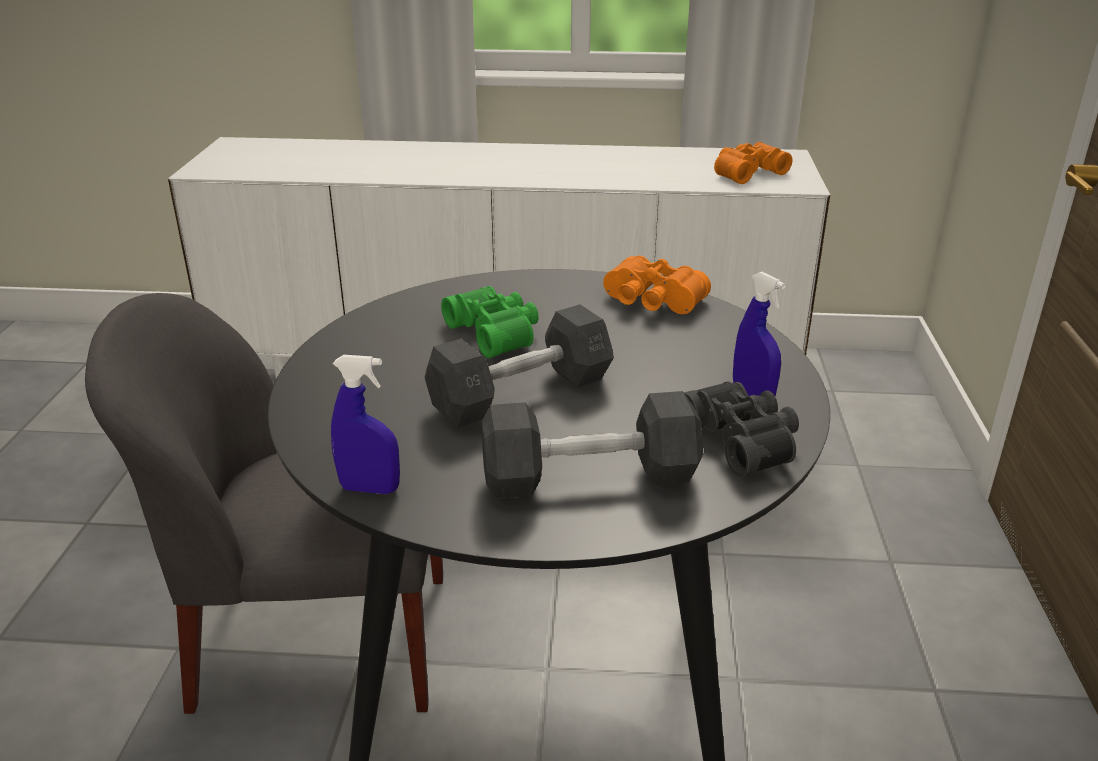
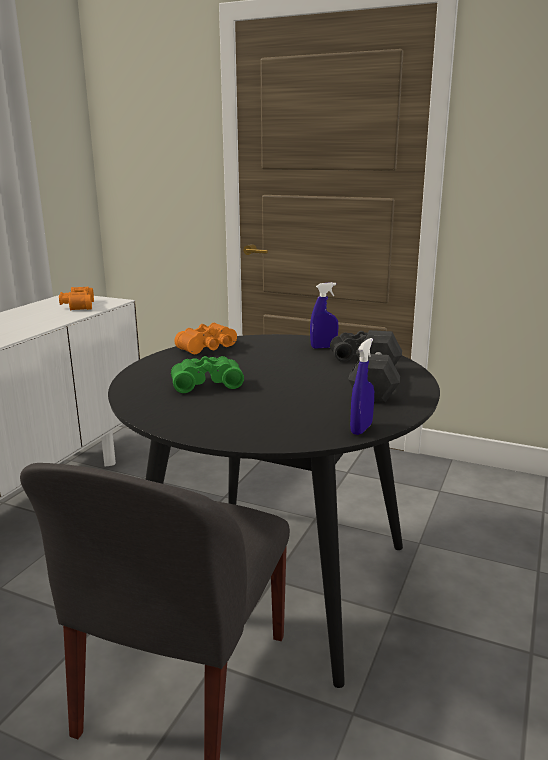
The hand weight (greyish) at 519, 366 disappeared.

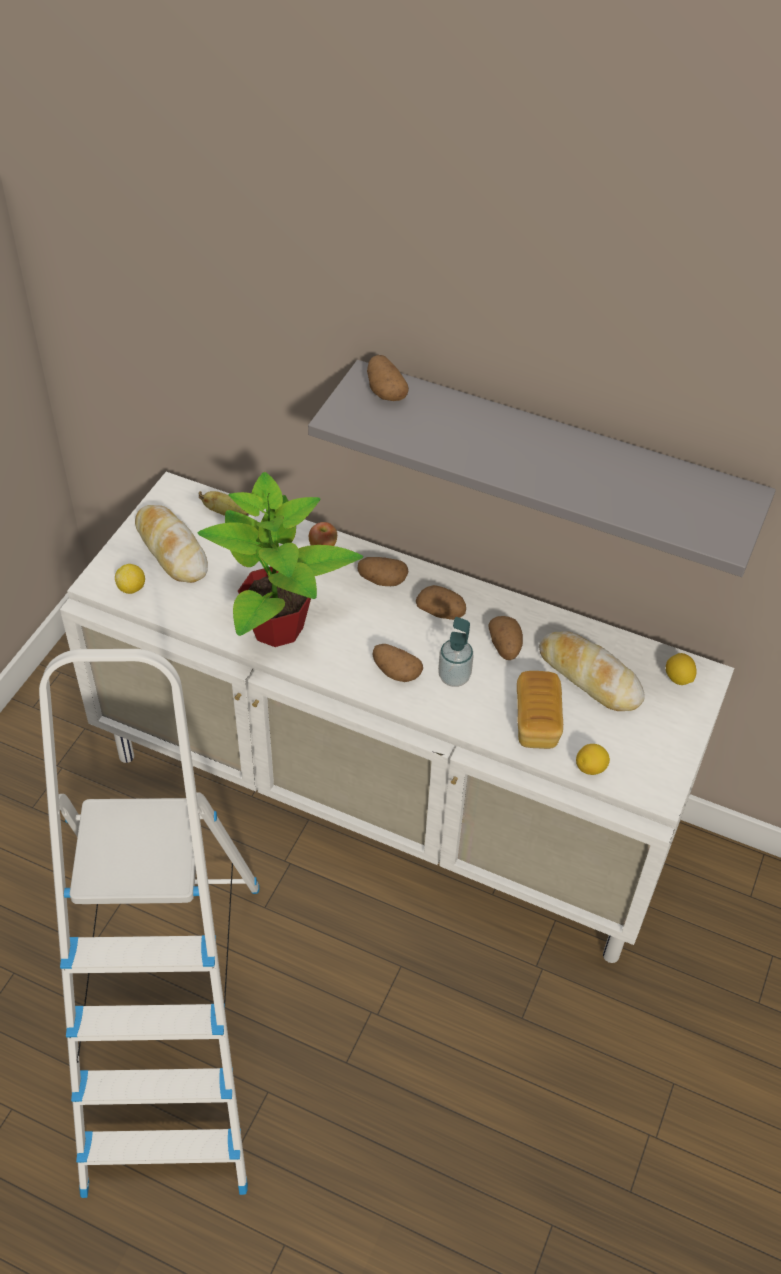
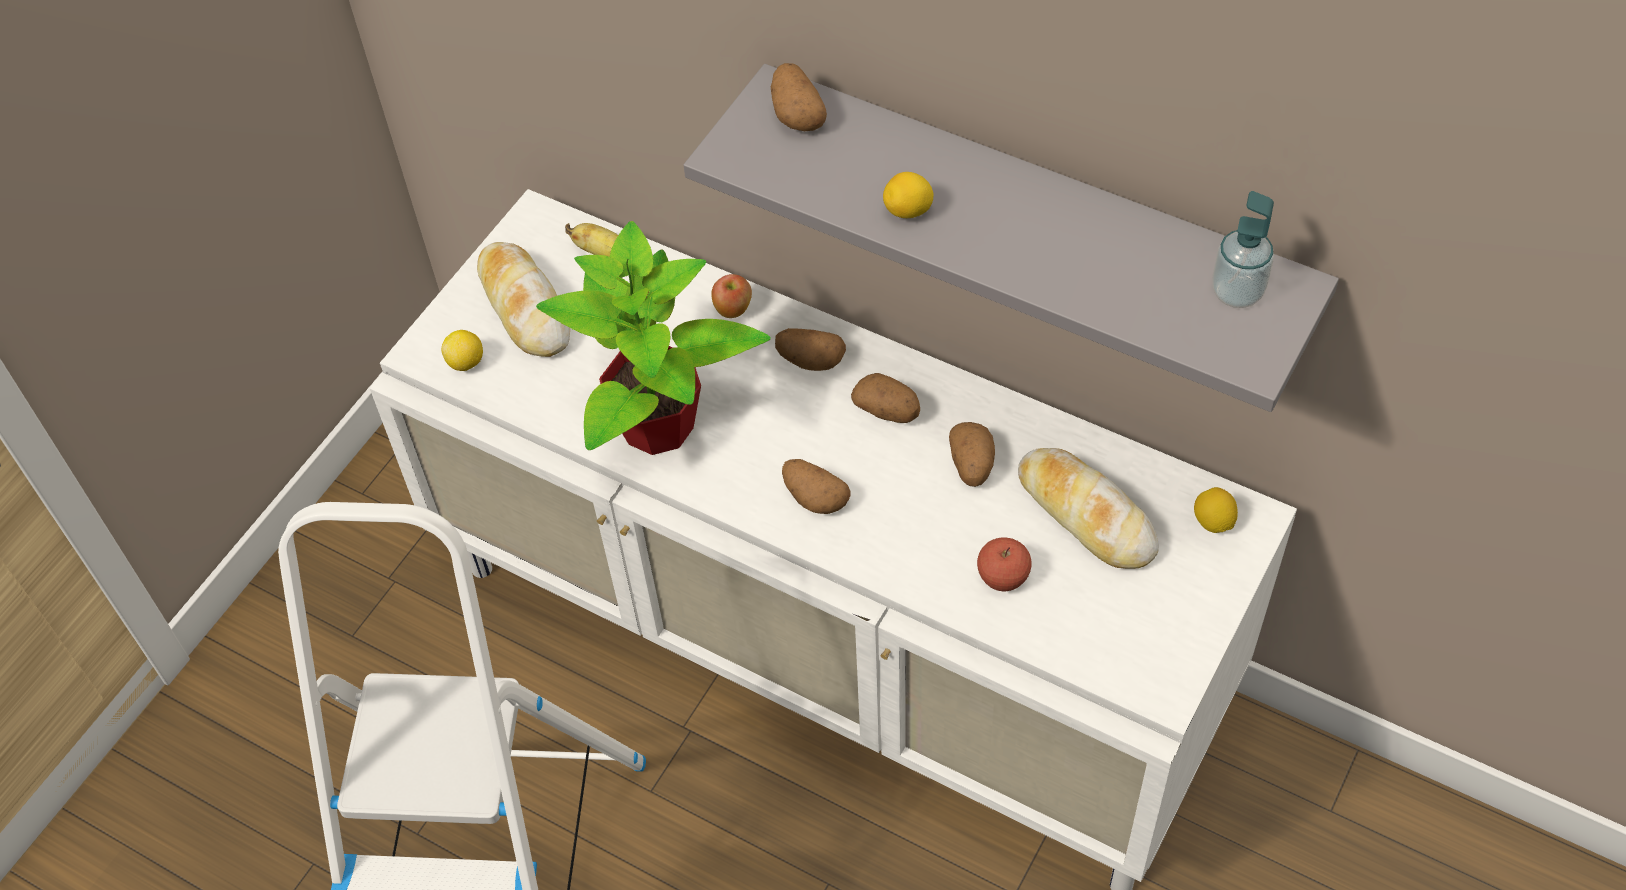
The soap bottle moved from 455, 652 to 1243, 249.
The bread at 540, 710 was replaced by the apple fruit at 1004, 564.
The citrus fruit moved from 593, 759 to 908, 195.

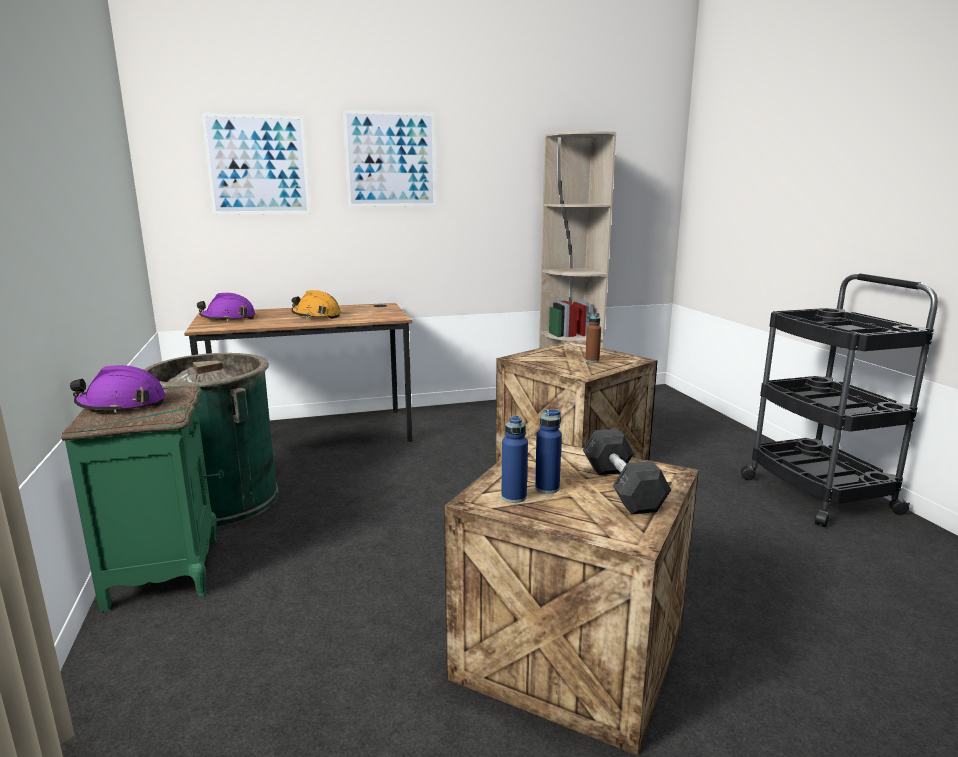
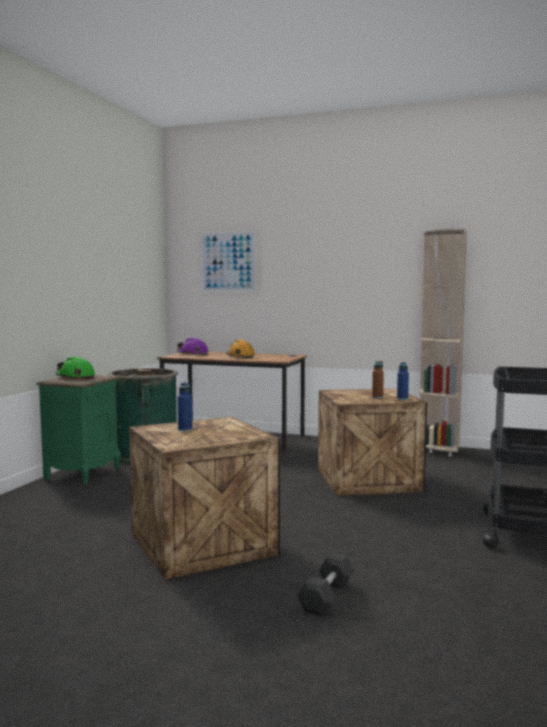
The wall art at 389, 158 disappeared.
The hard hat (purple) at 118, 389 became the hard hat (green-coloured) at 75, 368.
The beverage bottle (blue) moved from 514, 459 to 403, 381.
The hand weight (greyish) moved from 627, 471 to 325, 584.

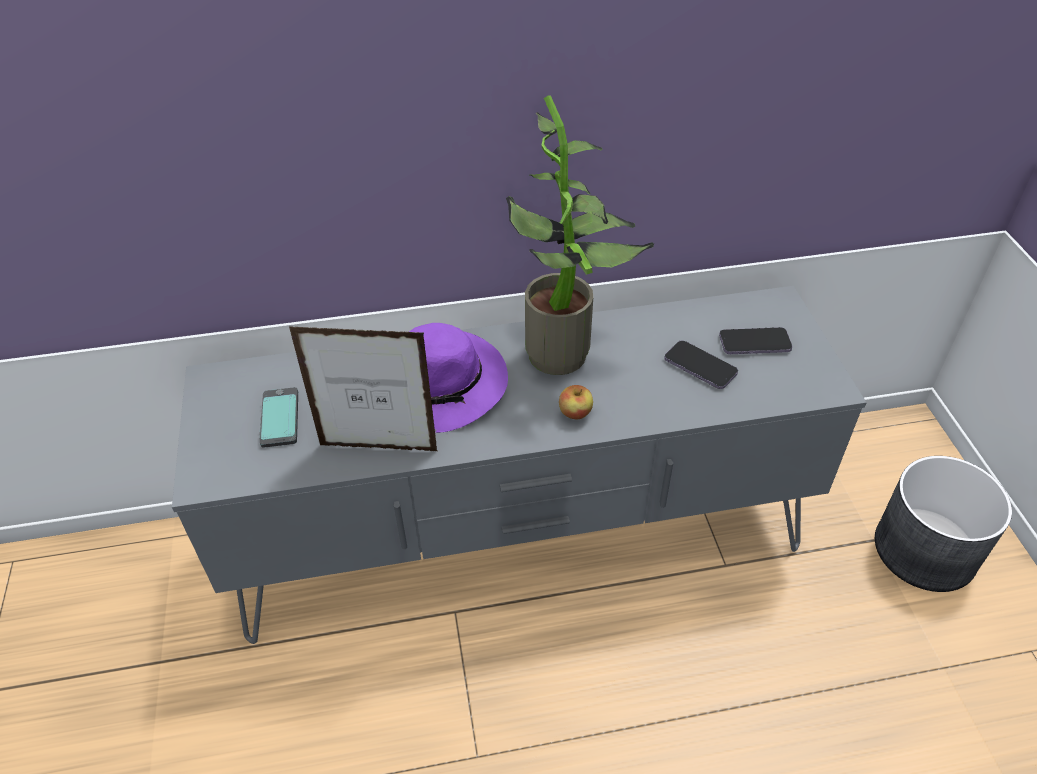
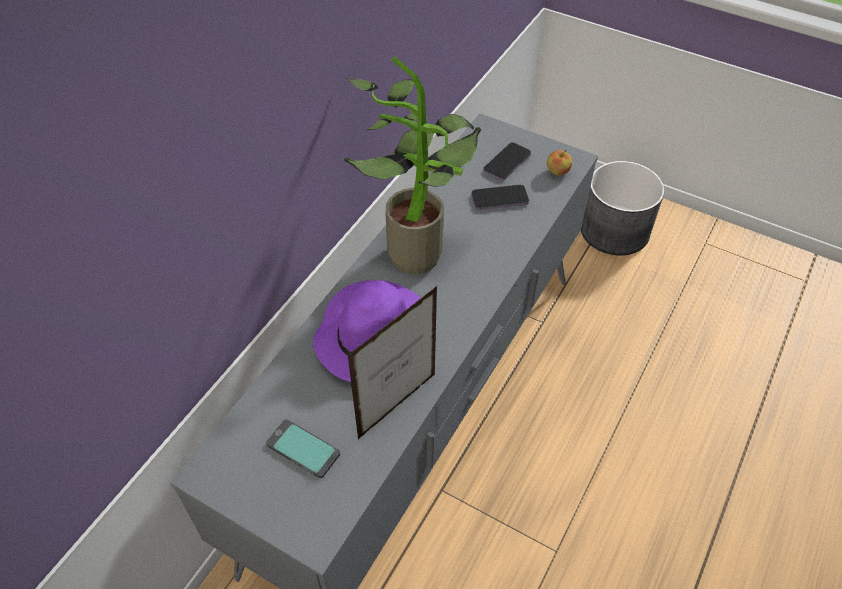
The apple fruit moved from 576, 402 to 559, 163.

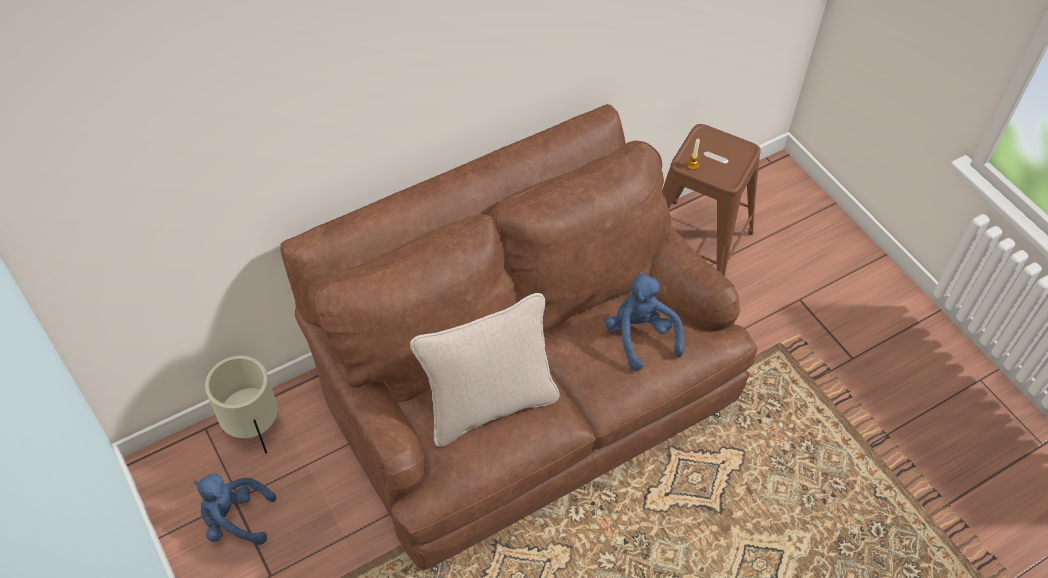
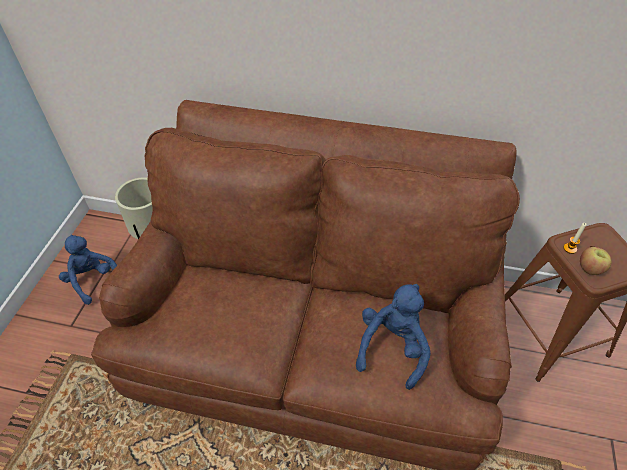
The pillow (beige) at 485, 370 disappeared.
The apple fruit at 595, 261 appeared.

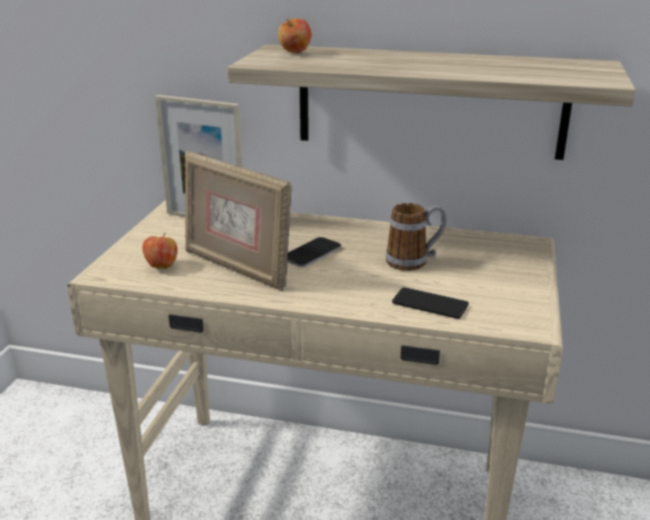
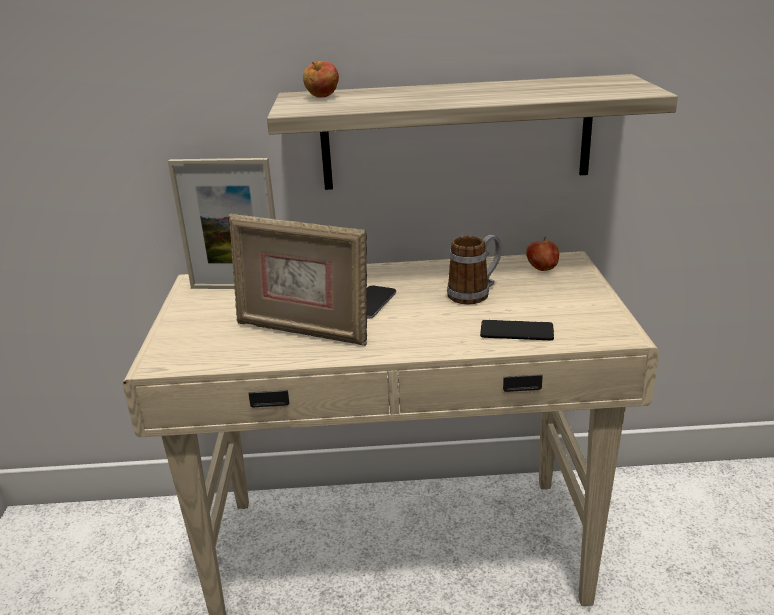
The apple fruit moved from 160, 250 to 542, 254.

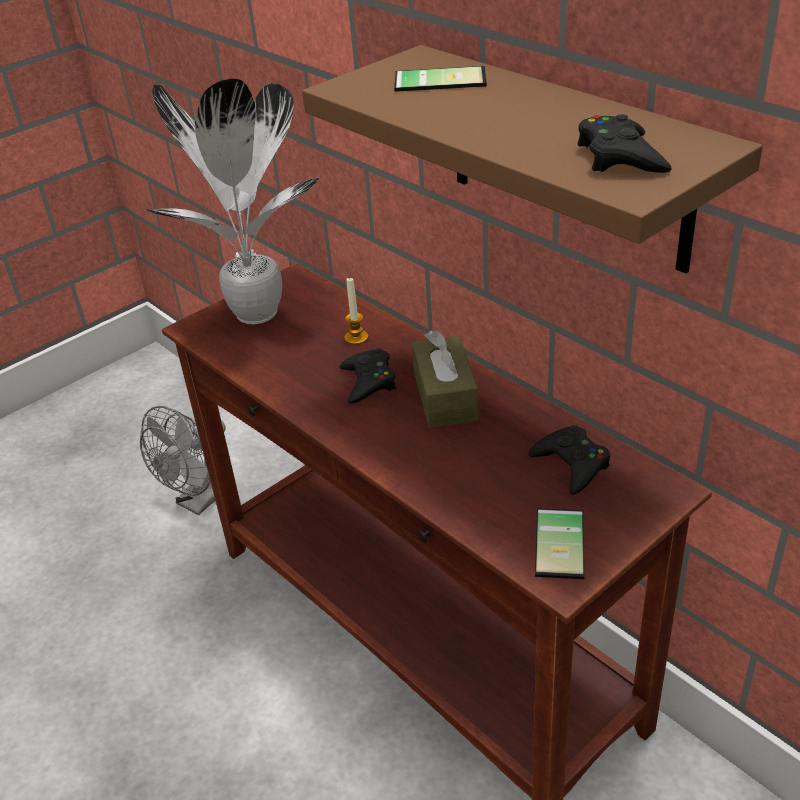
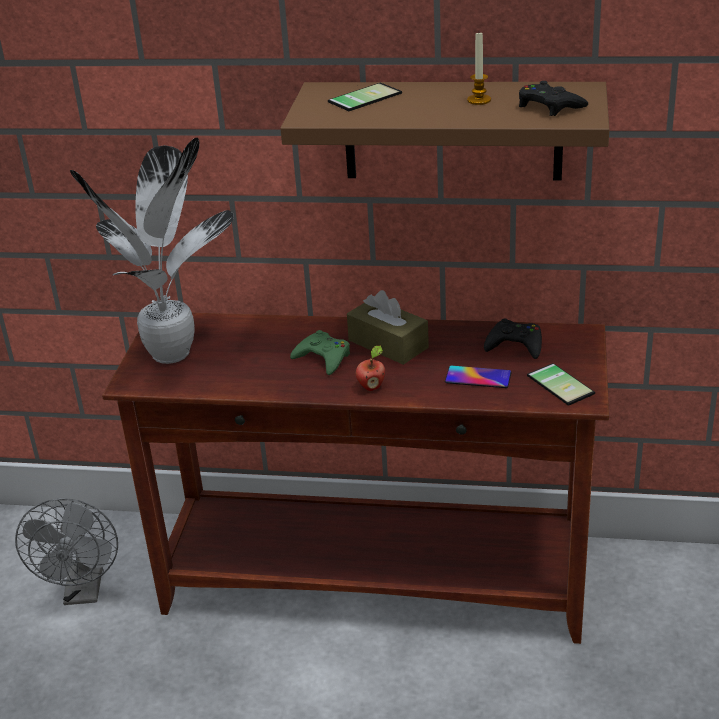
The wax light moved from 356, 311 to 479, 69.
The gamepad (black-coloured) at 368, 376 became the gamepad (green-coloured) at 320, 352.
The apple fruit at 370, 368 appeared.
The telephone at 478, 377 appeared.

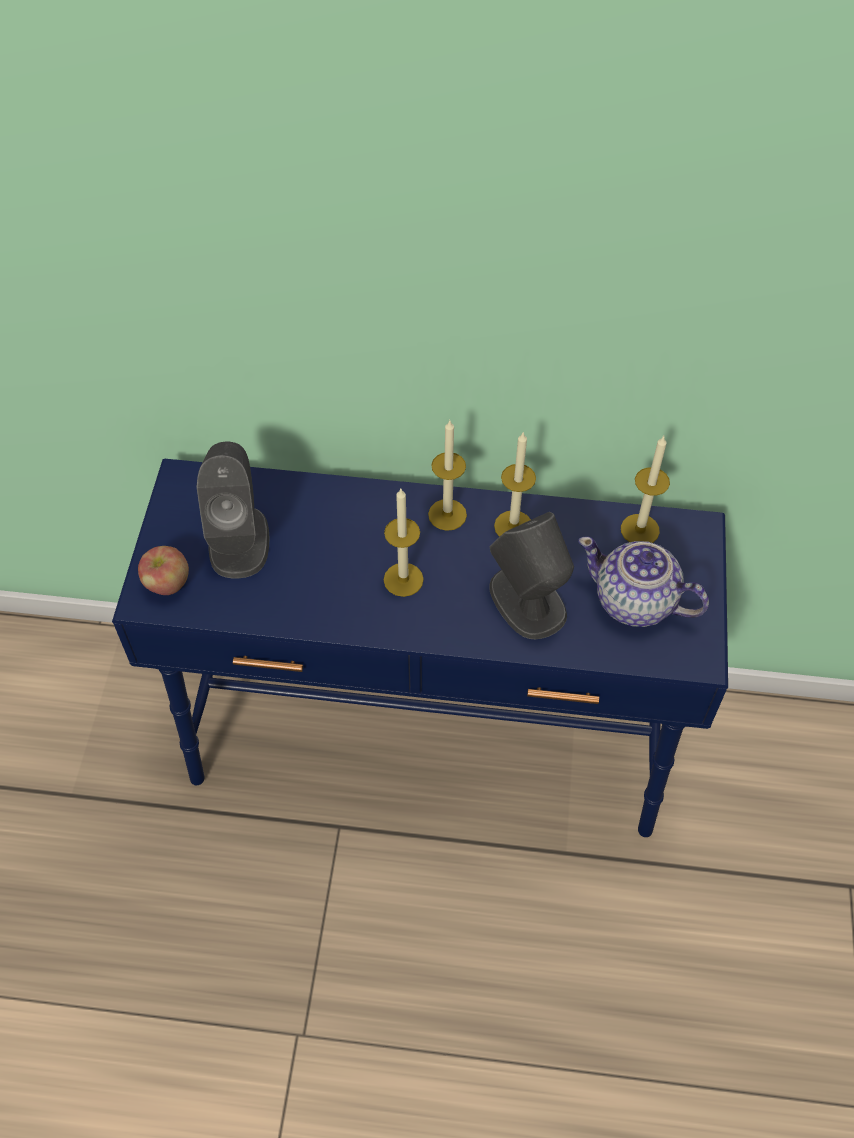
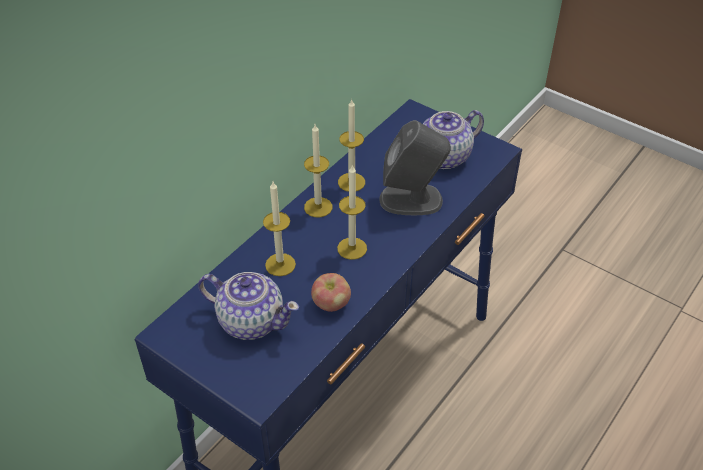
The wax light moved from 645, 489 to 279, 229.
The loudspeaker (greyish) at 233, 510 was replaced by the tea pot at 248, 306.
The apple fruit moved from 163, 570 to 331, 292.

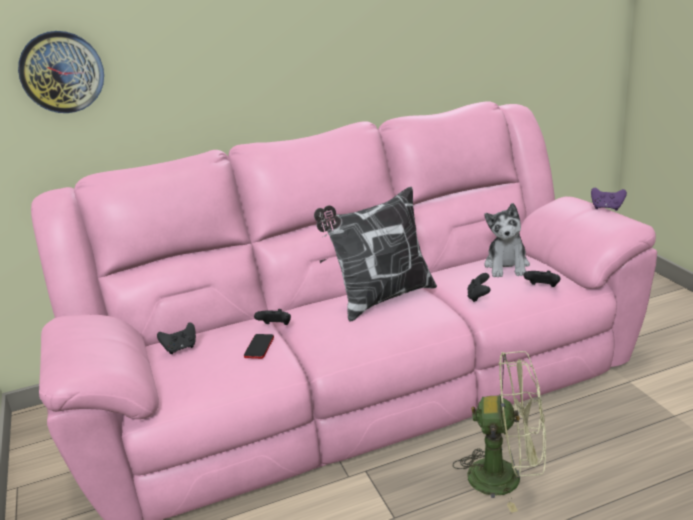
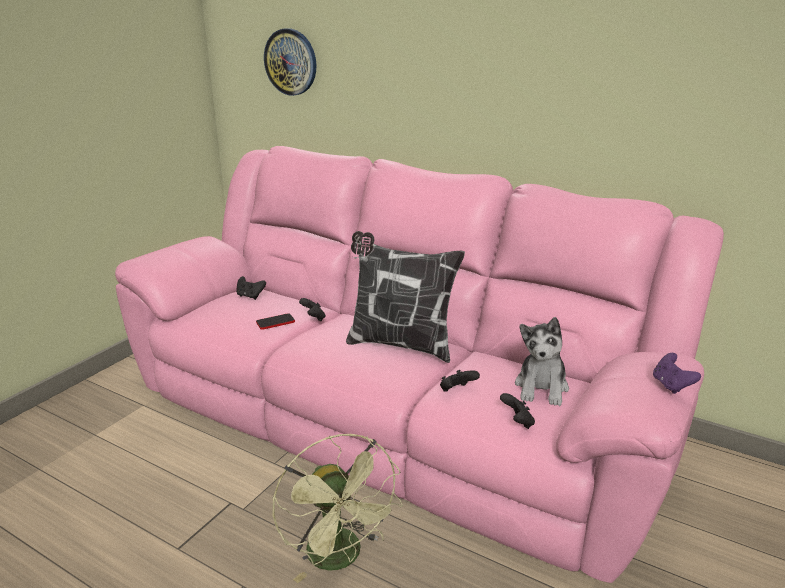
The soft toy at 507, 240 turned 45 degrees counterclockwise.

